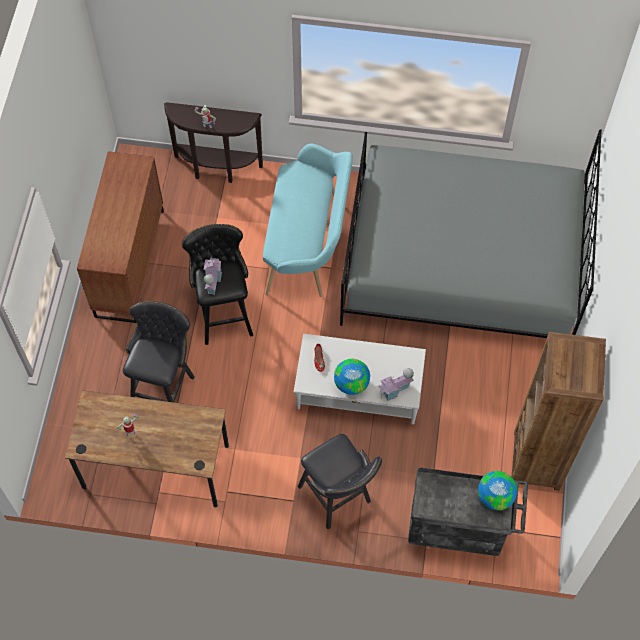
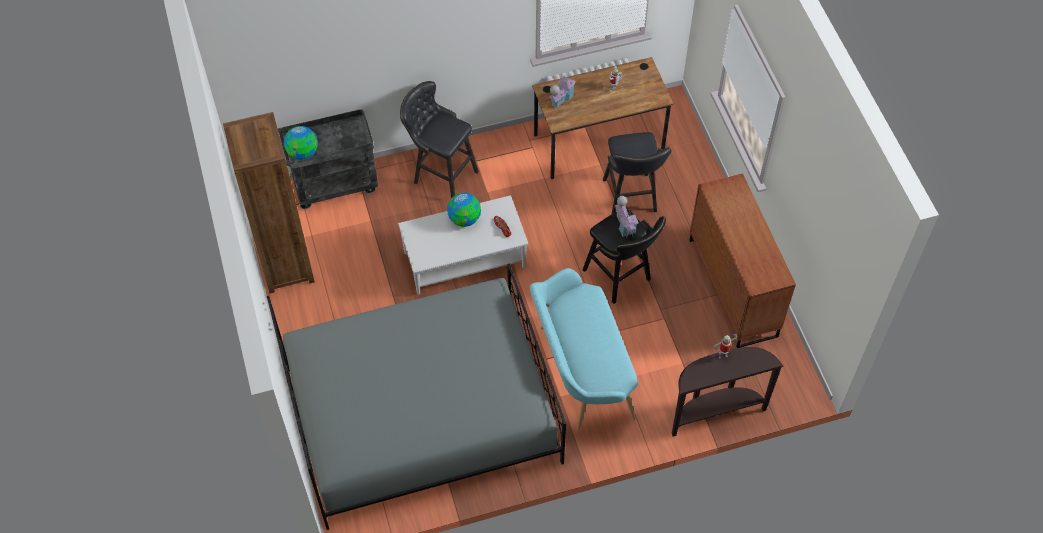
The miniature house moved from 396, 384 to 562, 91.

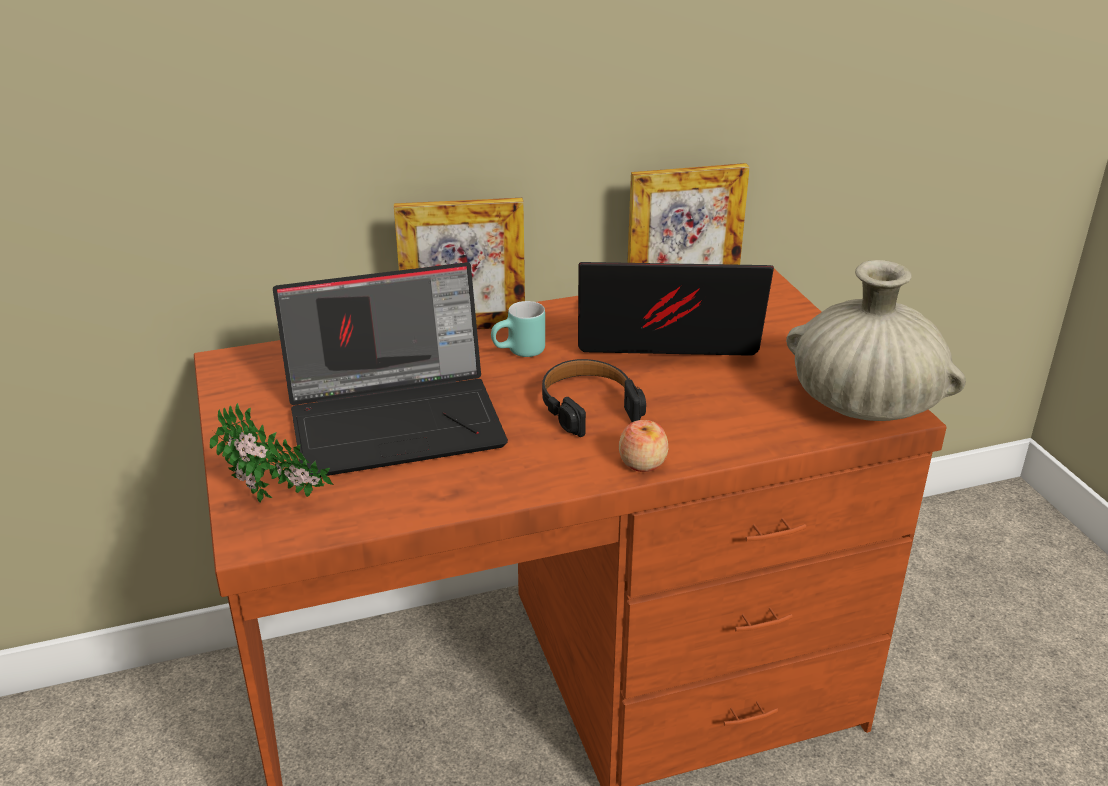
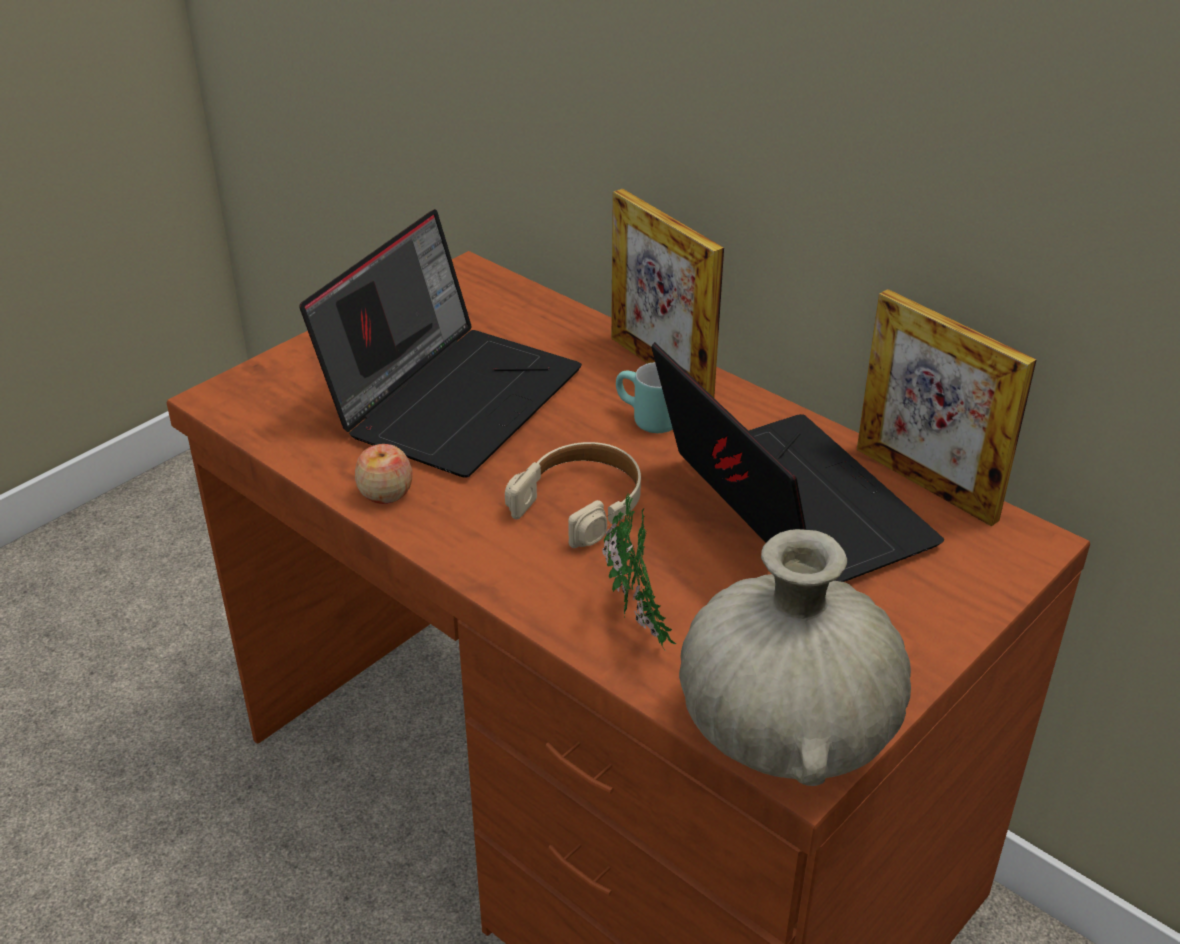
The portable computer at 390, 369 turned 105 degrees counterclockwise.
The headset (black-coloured) at 594, 398 became the headset (beige) at 573, 495.
The plant in a pot moved from 272, 452 to 639, 572.
The apple fruit moved from 643, 446 to 383, 474.

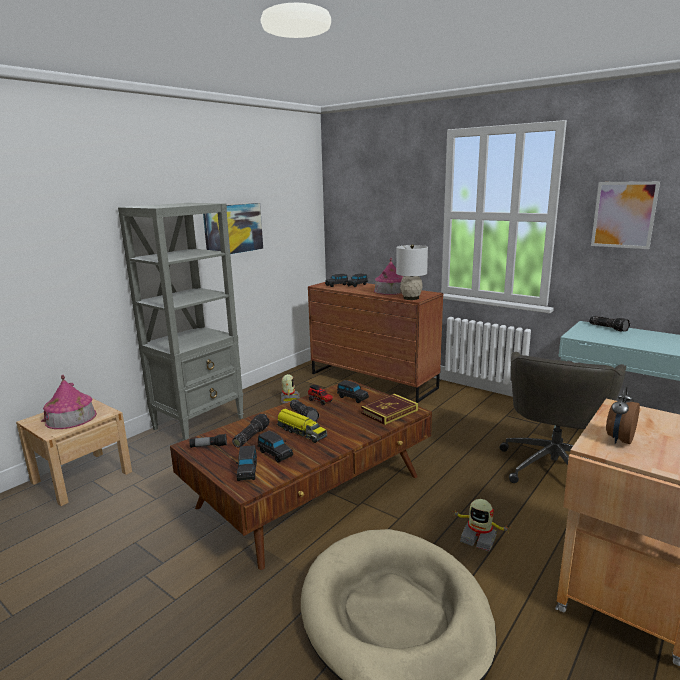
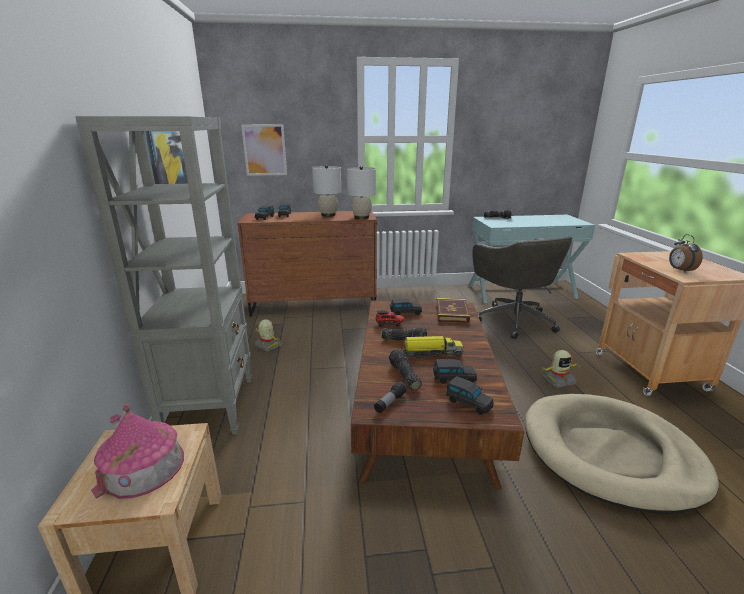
The wall art moved from 625, 215 to 264, 150.
The miniature house at 388, 276 was replaced by the lamp for a table (white-coloured) at 326, 191.

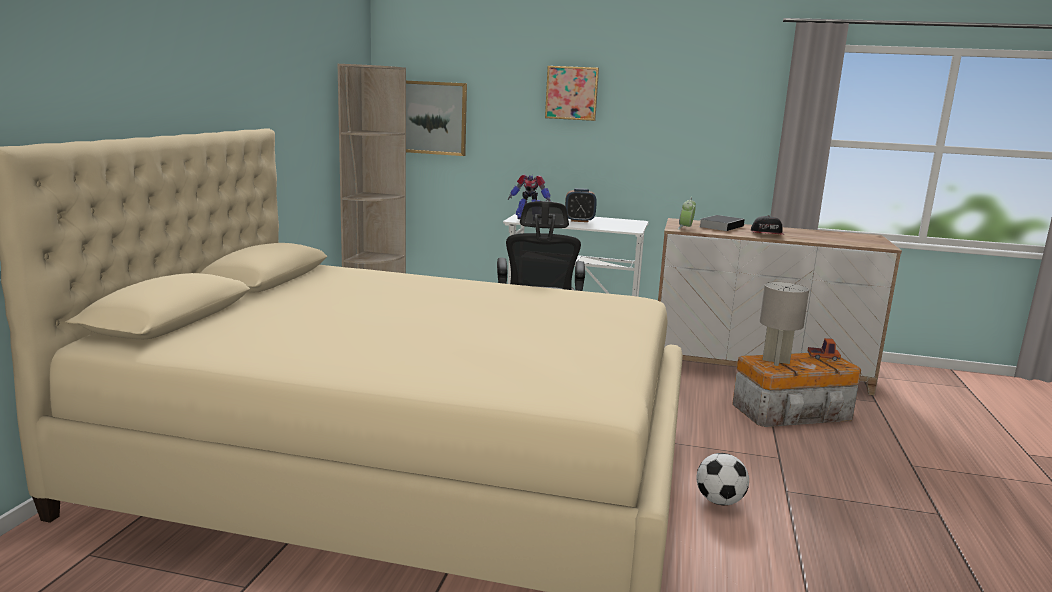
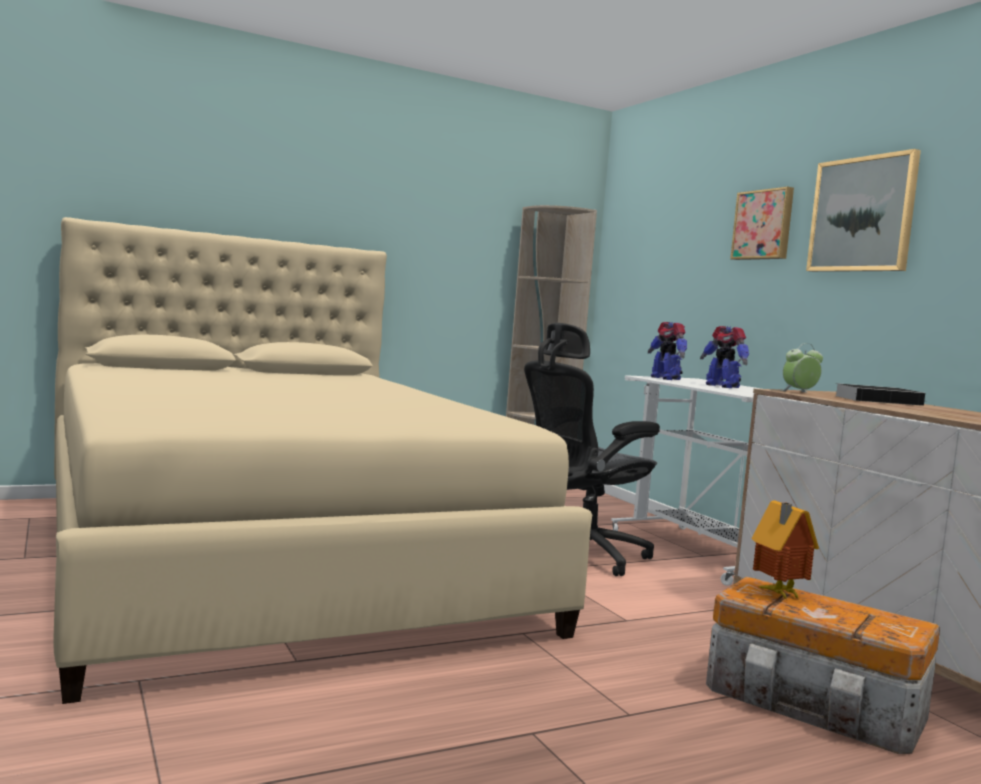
The wall art moved from 436, 118 to 863, 210.
The bedside clock at 581, 205 was replaced by the robot figure at 724, 357.
The cap at 768, 225 disappeared.
The lamp for a table (greyish) at 784, 323 was replaced by the miniature house at 785, 550.
The toy truck at 824, 349 disappeared.
The ball for football at 722, 479 disappeared.

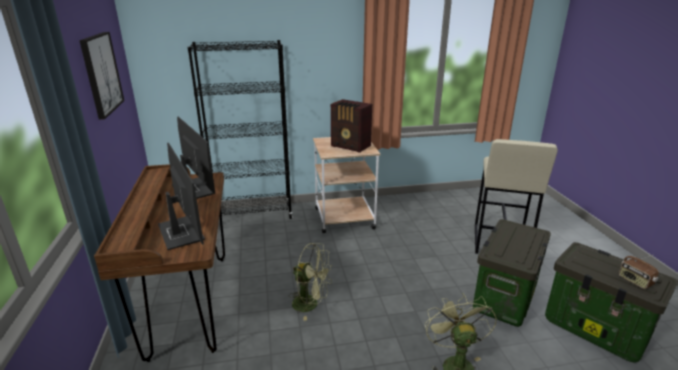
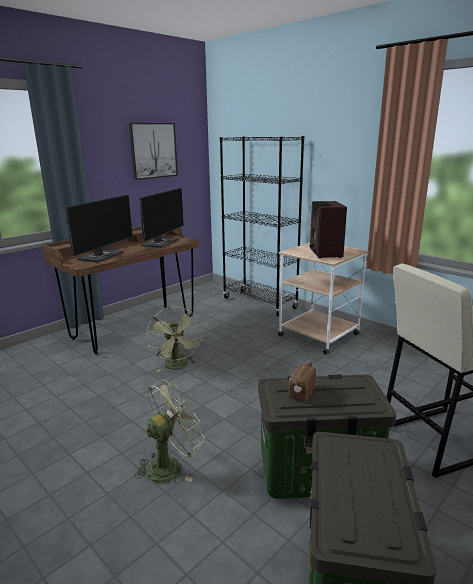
The radio moved from 639, 271 to 302, 380.

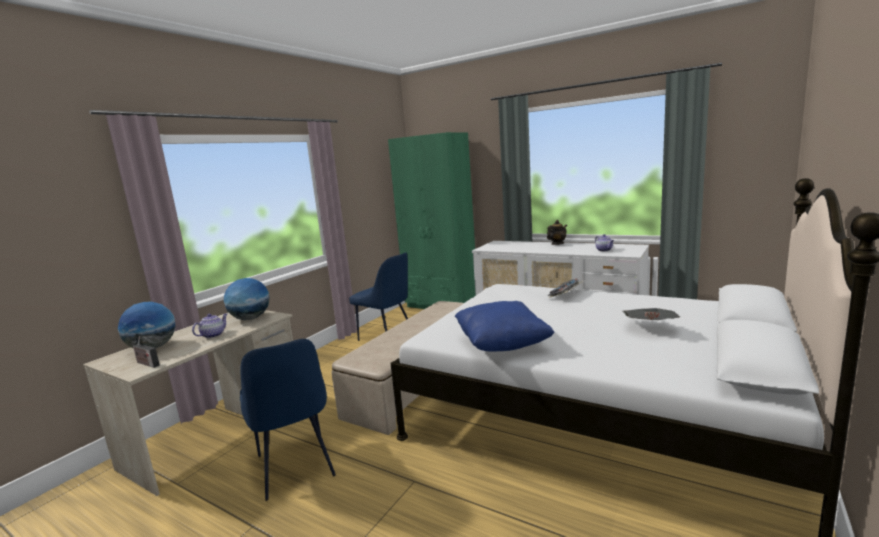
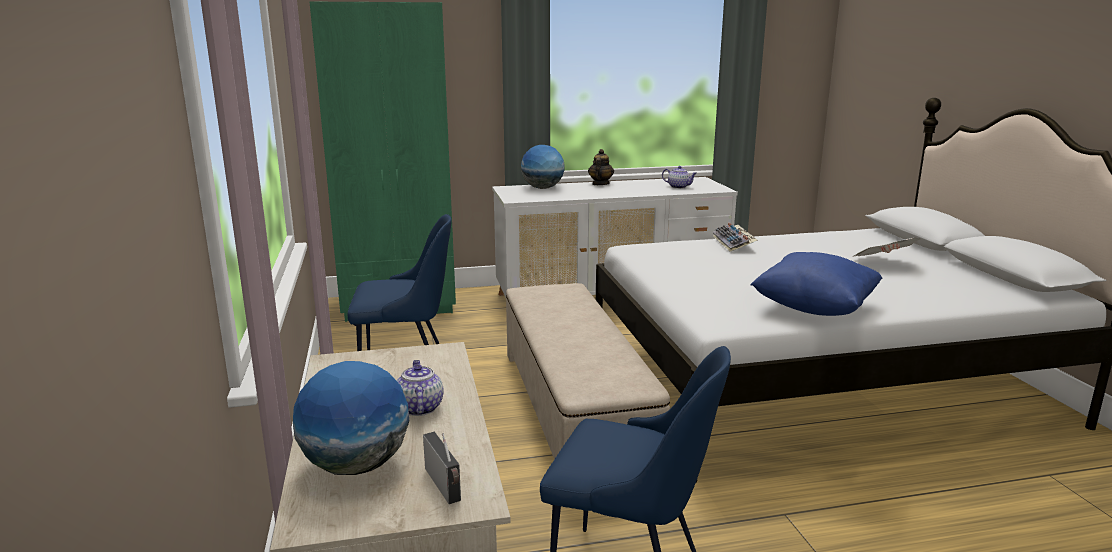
The desk globe moved from 247, 299 to 543, 167.
The radio at 146, 352 turned 105 degrees counterclockwise.

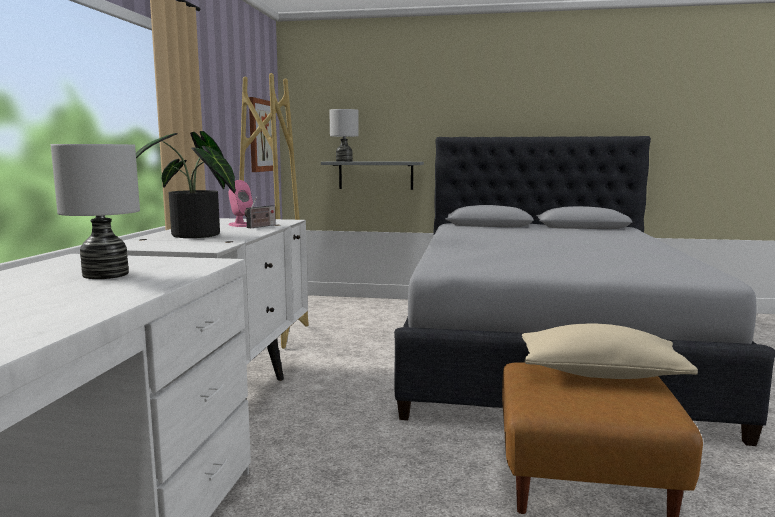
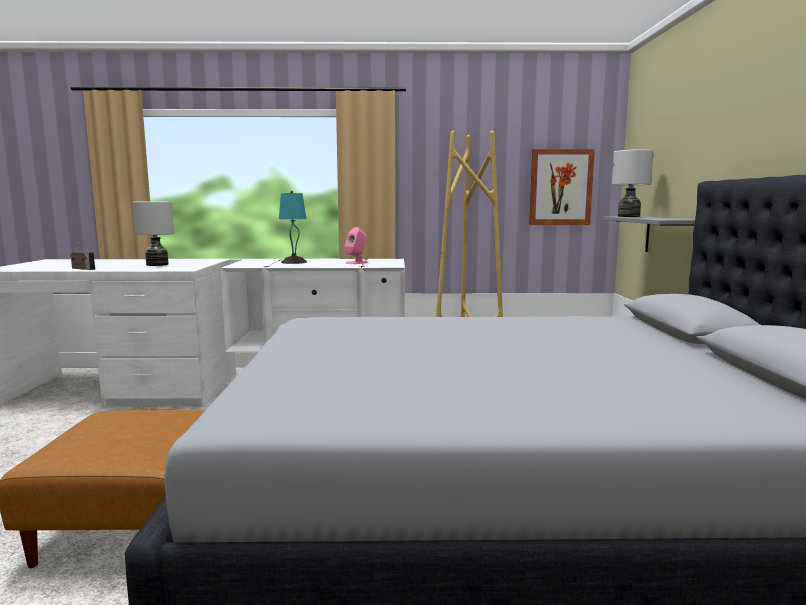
The plant in a pot at 186, 184 was replaced by the lamp for a table (blue-green) at 293, 227.
The radio moved from 260, 212 to 82, 256.
The pillow (beige) at 610, 351 disappeared.

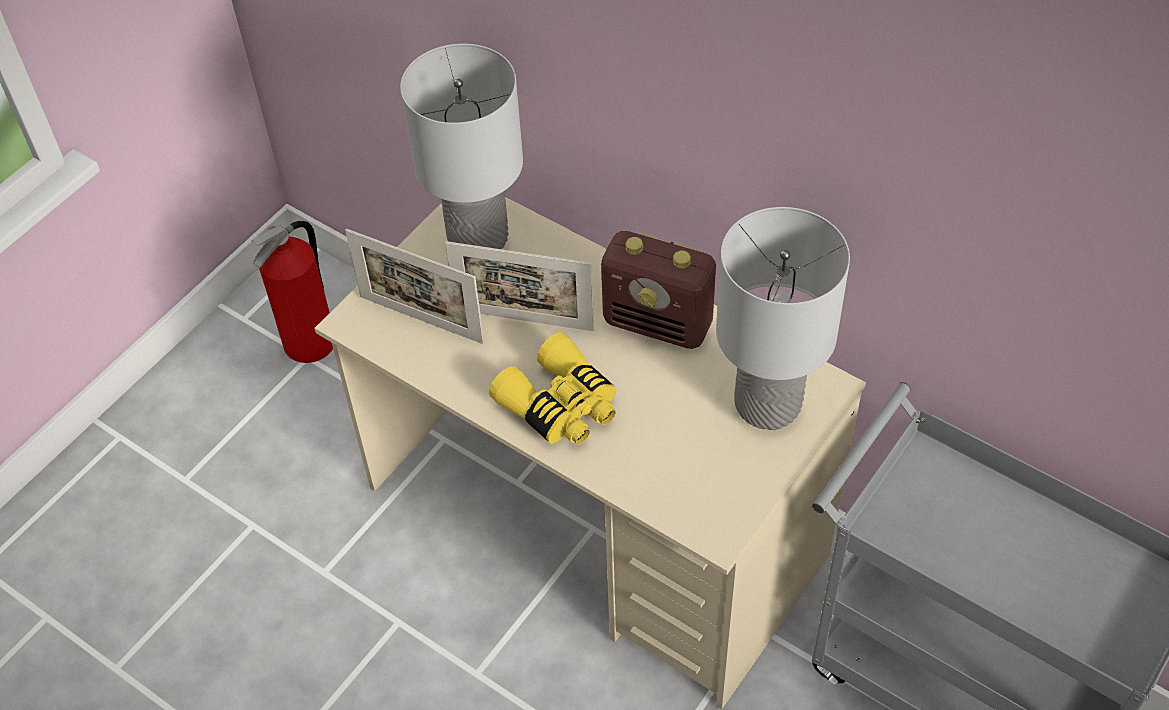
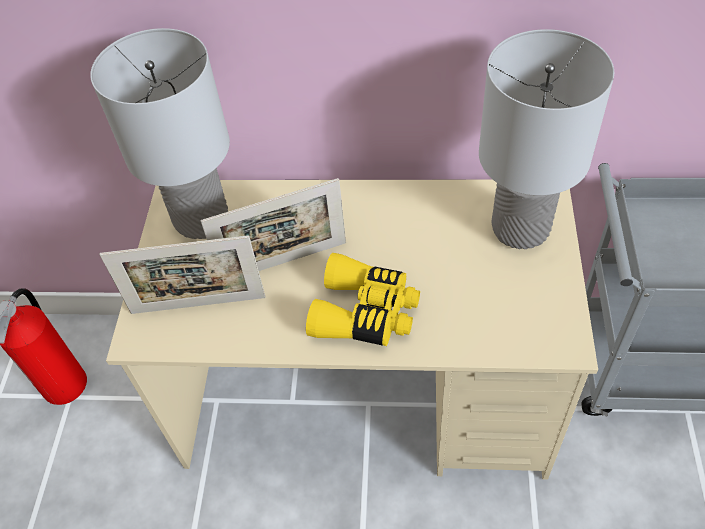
The radio at 658, 290 disappeared.

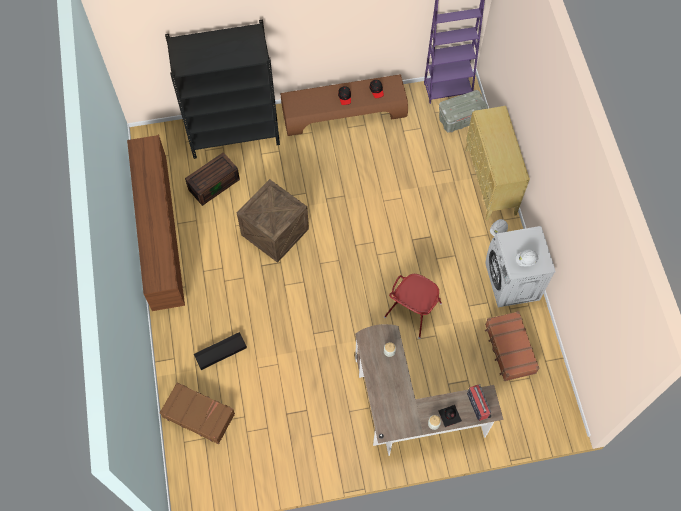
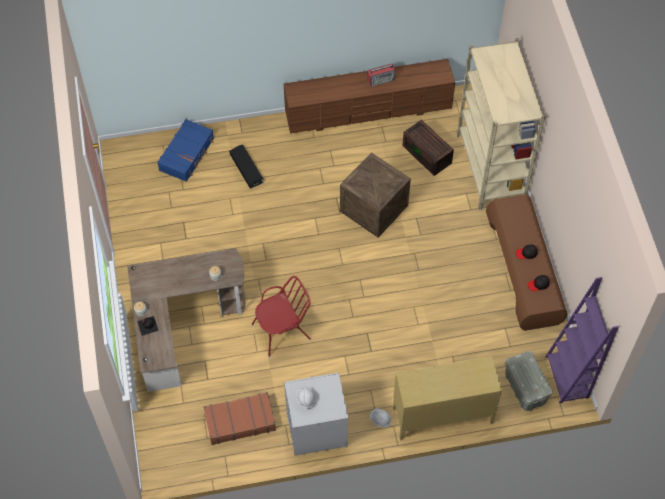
The bookcase (black-coloured) at 222, 89 became the bookcase (beige) at 501, 124.
The plain chair (red) at 413, 306 turned 120 degrees clockwise.
The suitcase (brown) at 197, 413 became the suitcase (blue) at 185, 150.
The radio moved from 479, 403 to 381, 75.

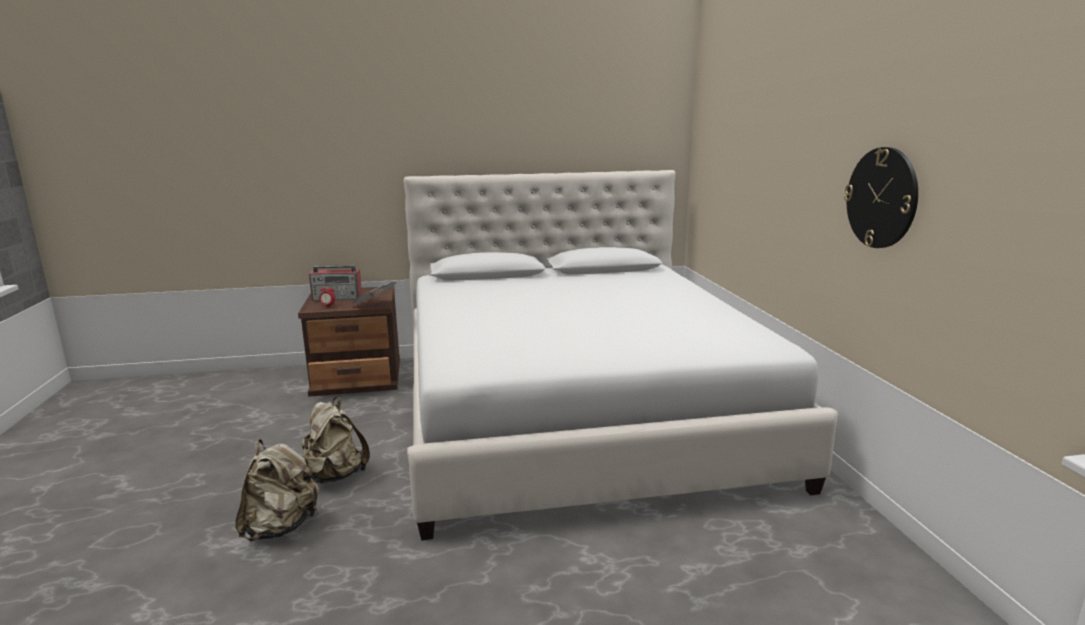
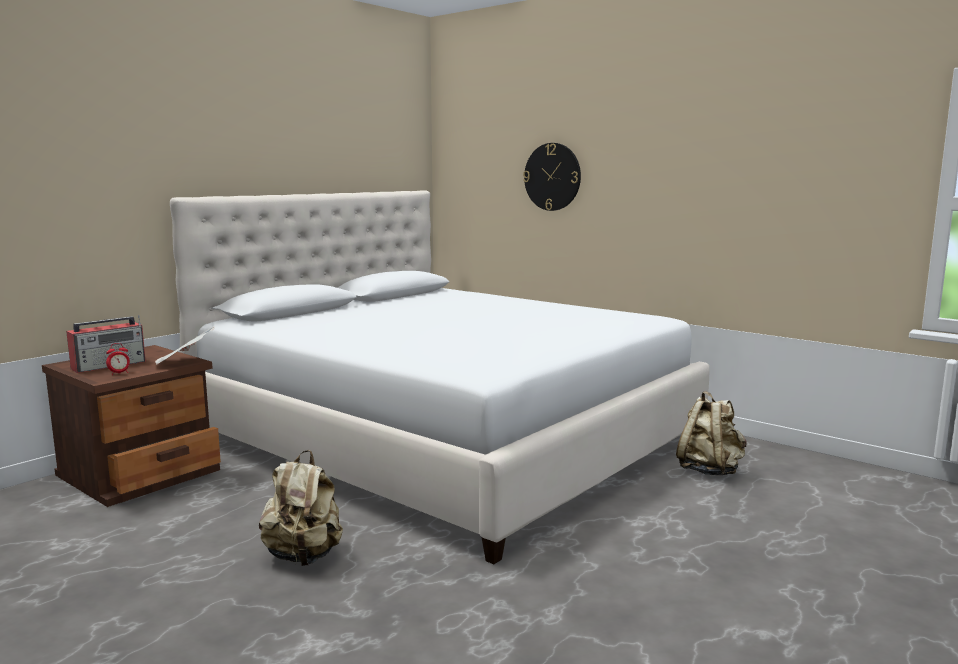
The wall clock moved from 881, 197 to 552, 177.
The knapsack (beige) moved from 277, 490 to 711, 433.

